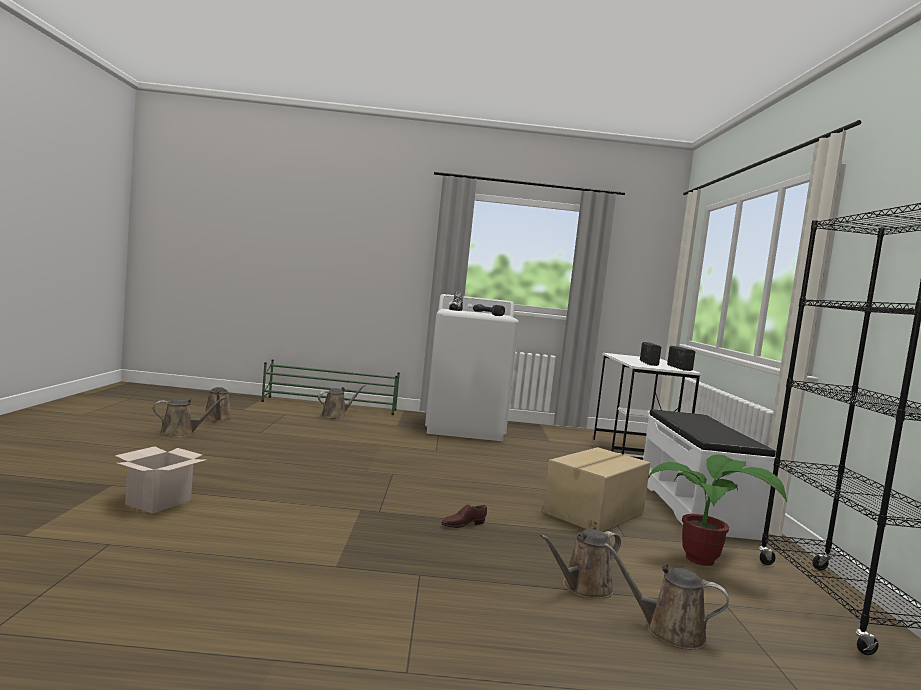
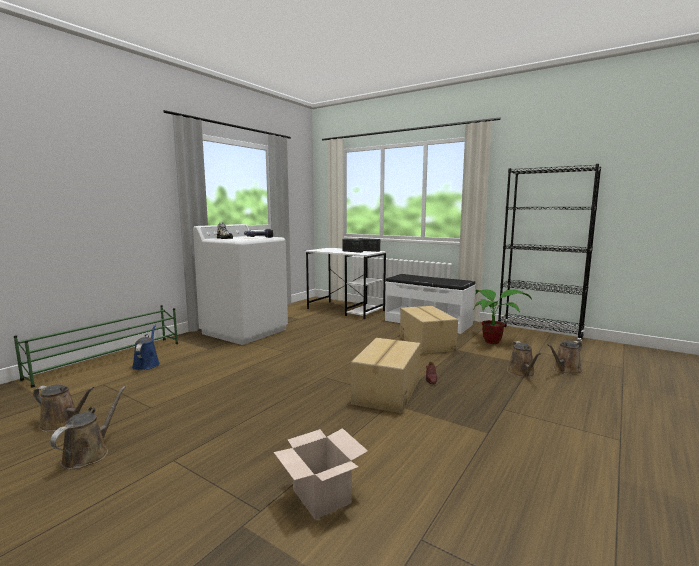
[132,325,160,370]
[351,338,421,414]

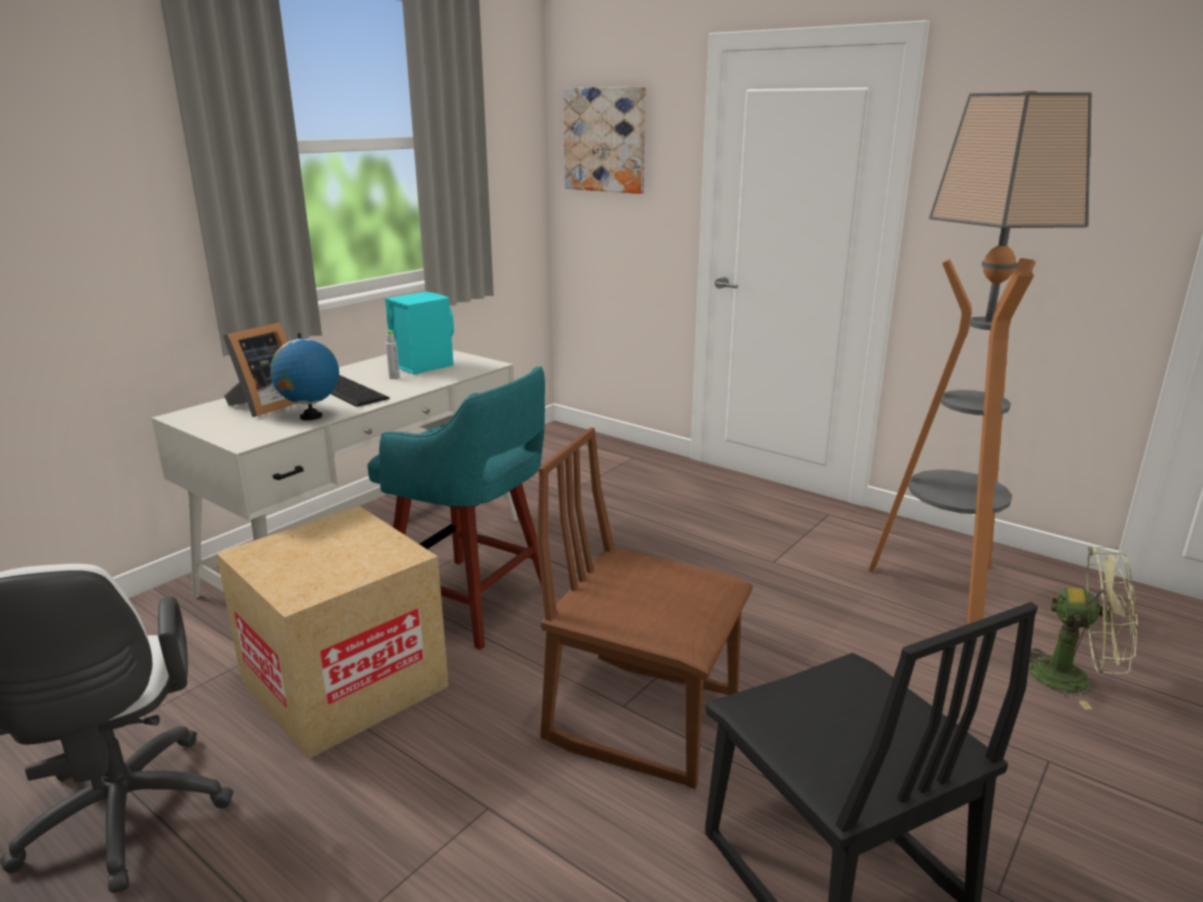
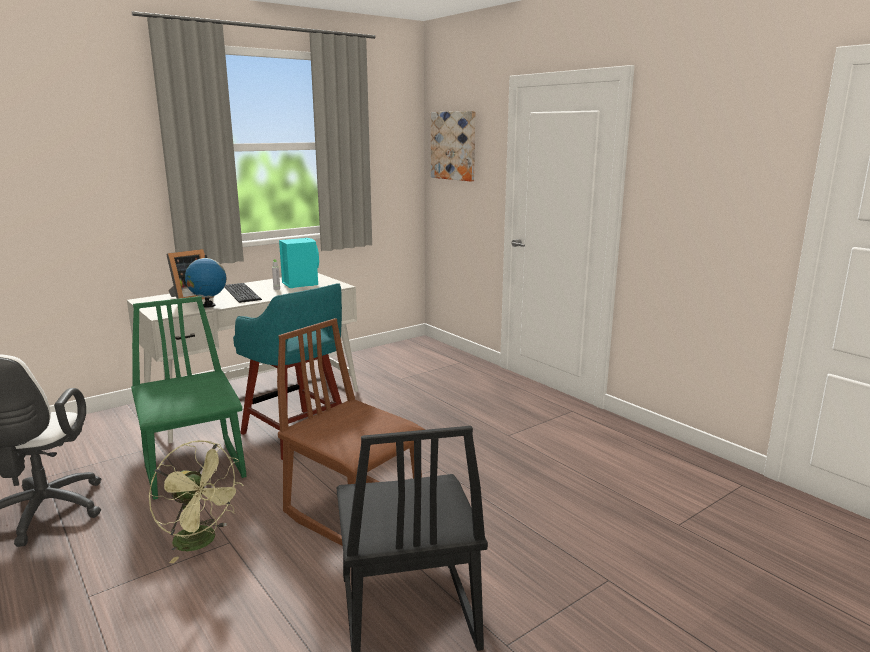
[868,91,1092,624] (first image)
[131,296,247,500]
[148,440,244,563]

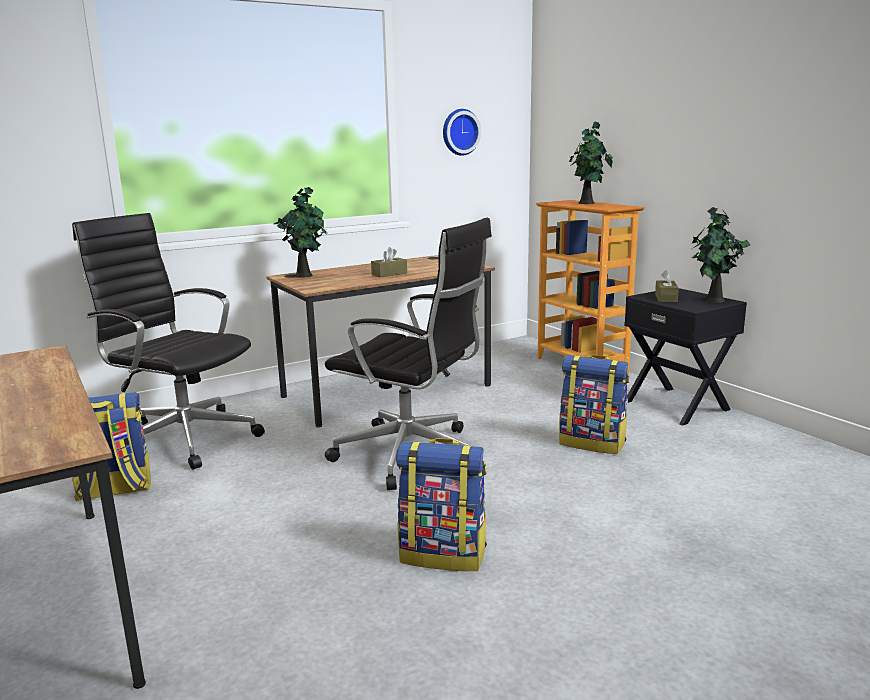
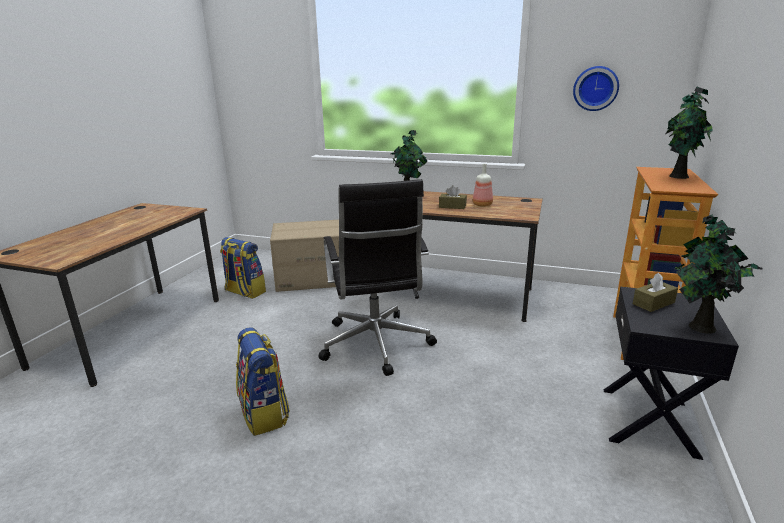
[270,220,339,292]
[559,355,629,454] (first image)
[473,164,493,207]

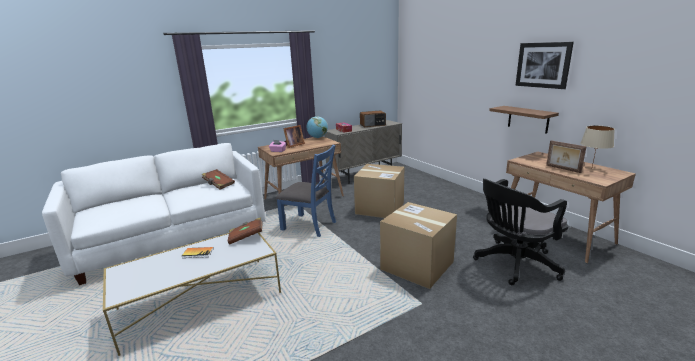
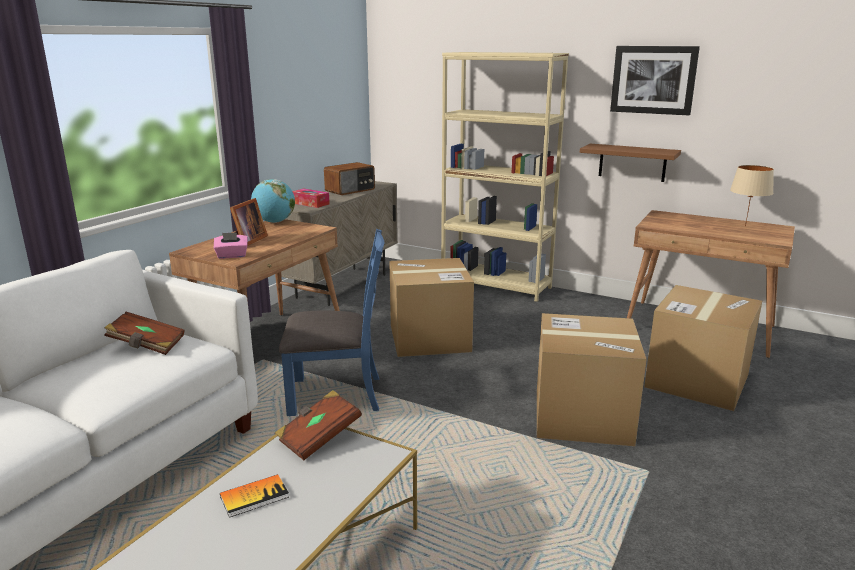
[546,140,587,173] (first image)
[644,285,762,411]
[441,52,569,302]

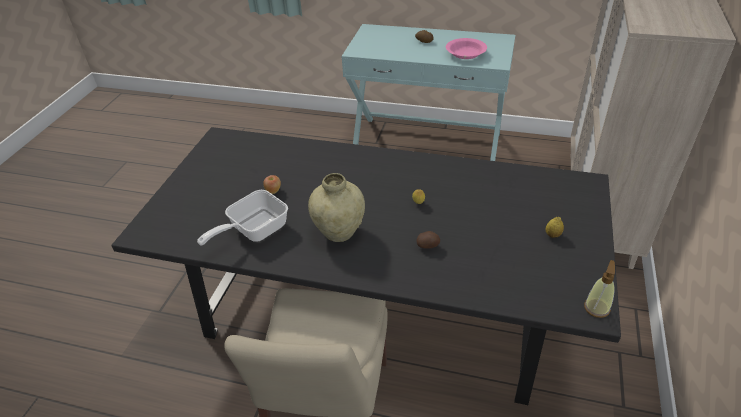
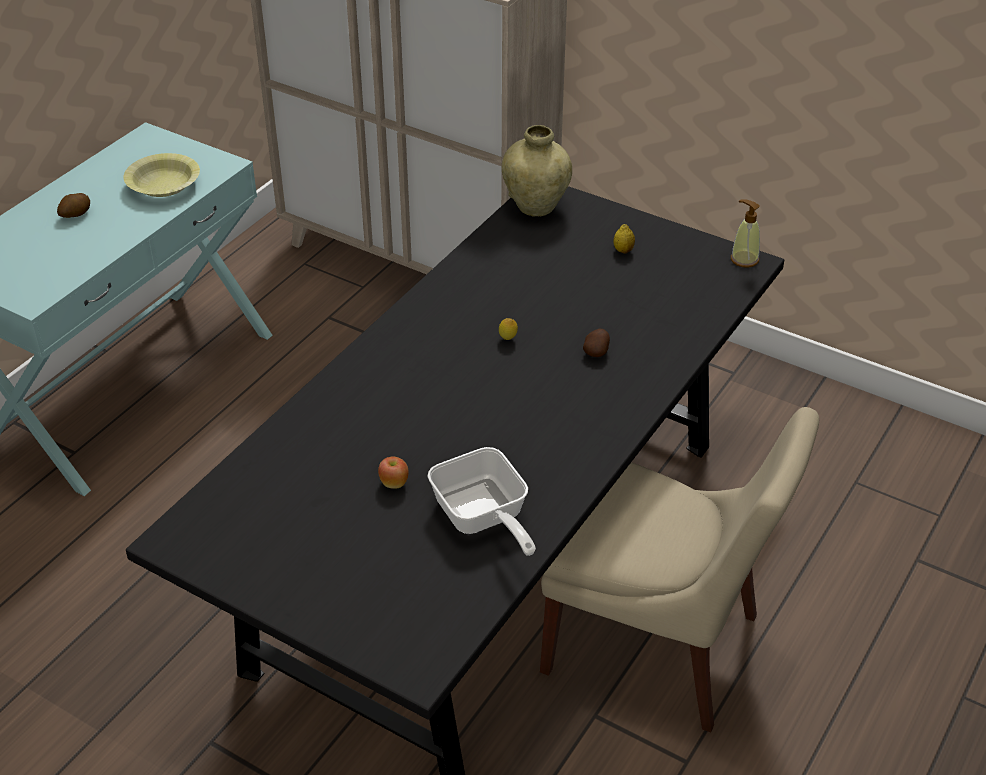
[123,153,200,197]
[502,125,572,217]

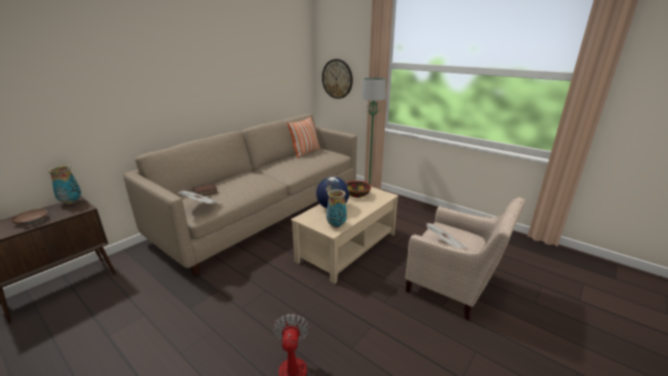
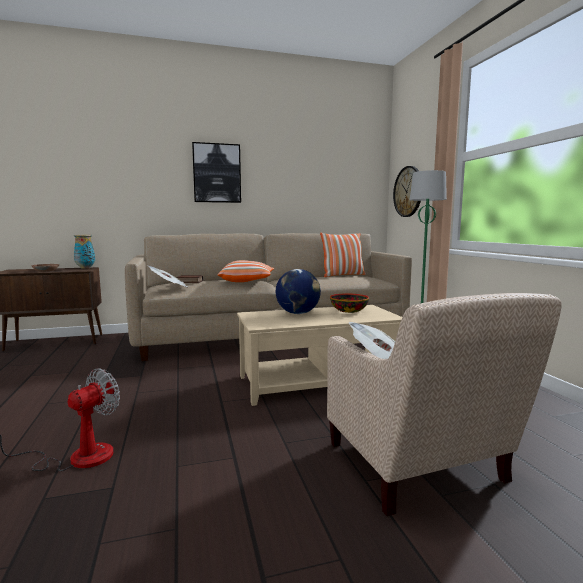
[326,189,347,228] (first image)
[192,142,241,203]
[218,260,274,282]

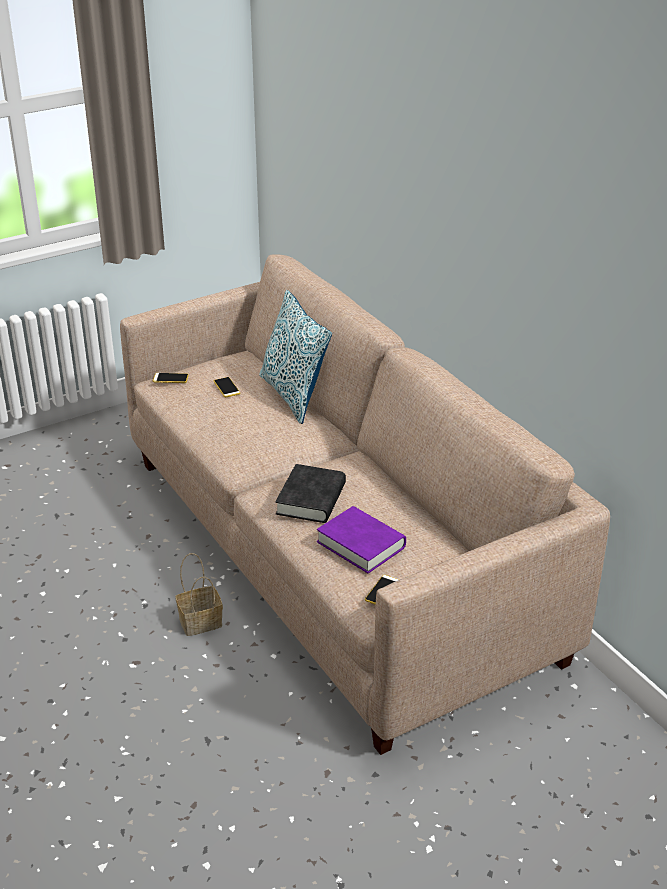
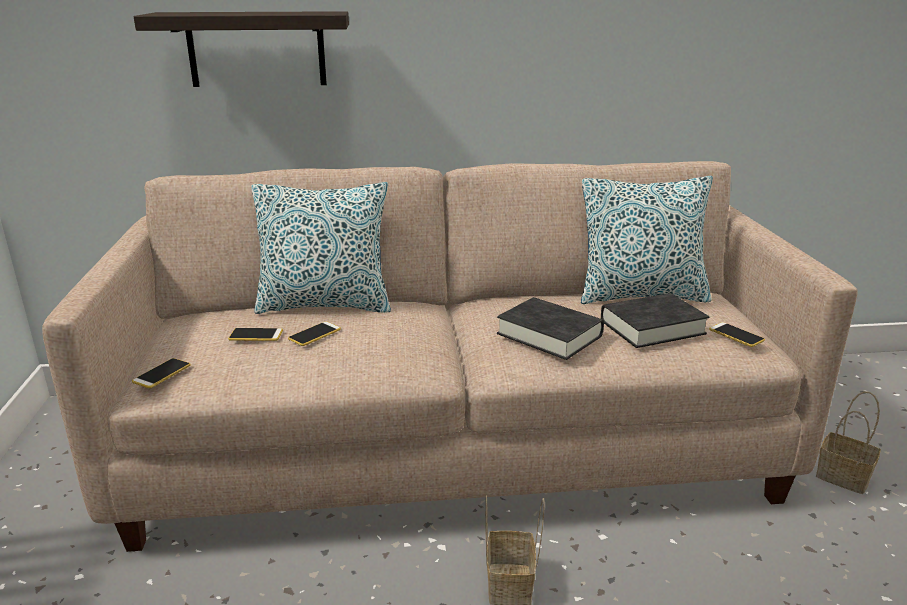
[601,293,709,348]
[134,11,349,87]
[581,176,713,304]
[288,321,341,346]
[816,391,881,494]

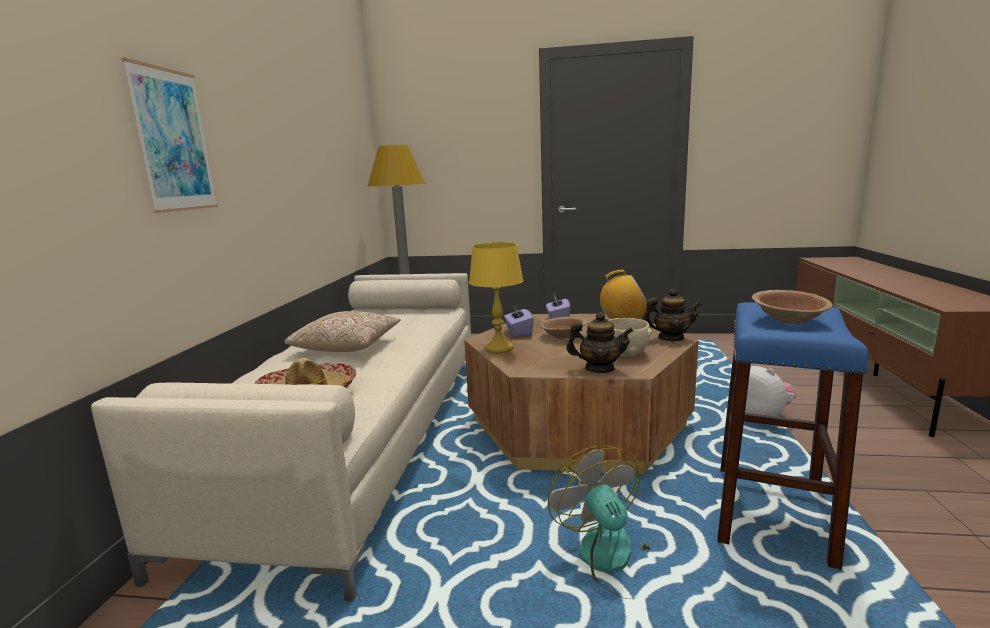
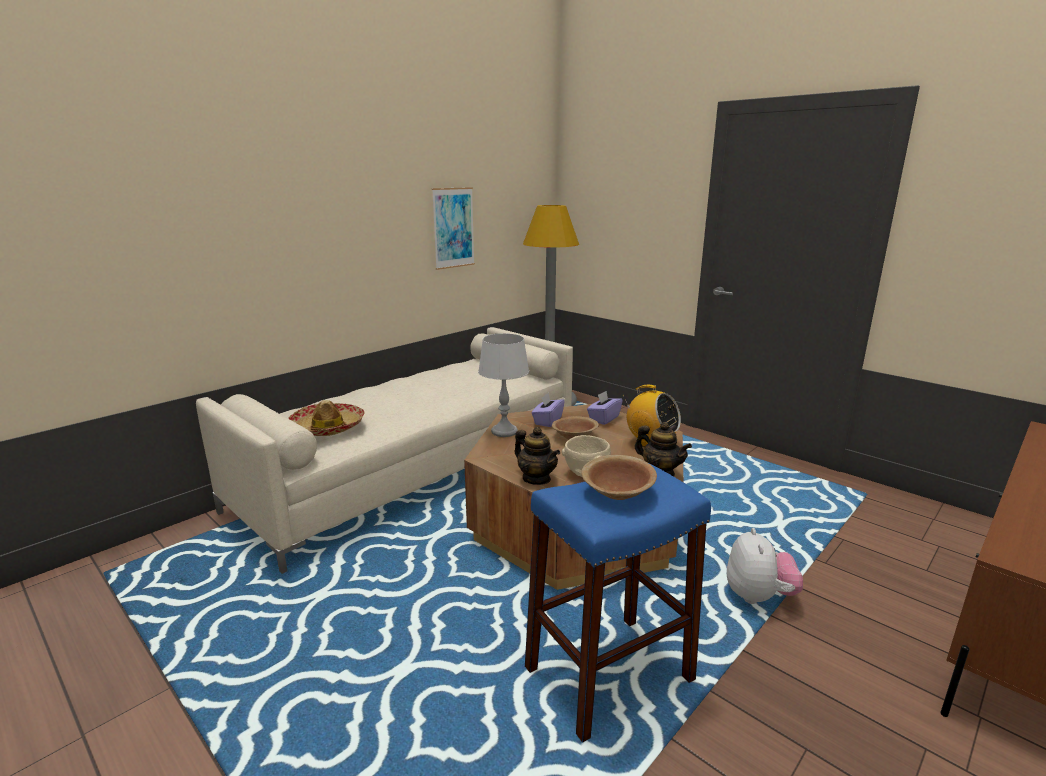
[432,187,475,270]
[478,333,529,437]
[284,311,401,352] (first image)
[548,445,651,599] (first image)

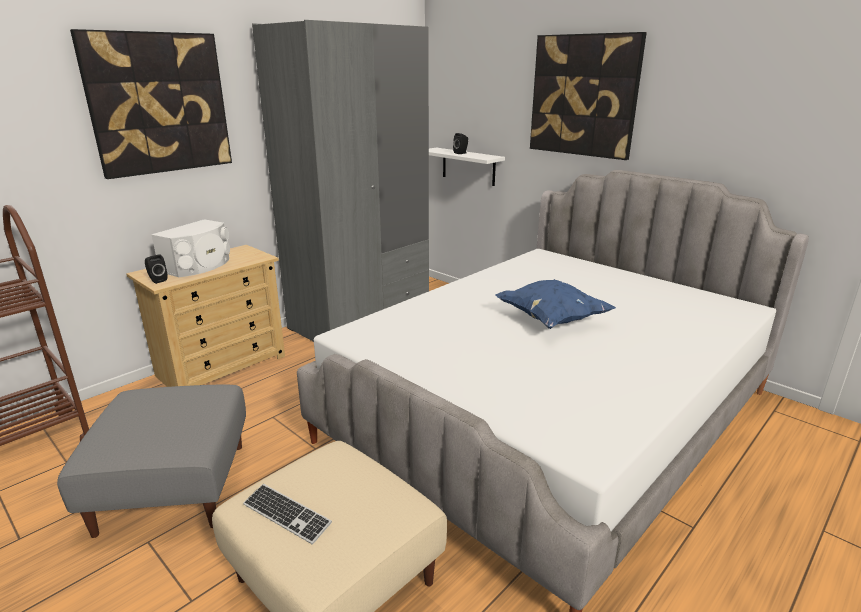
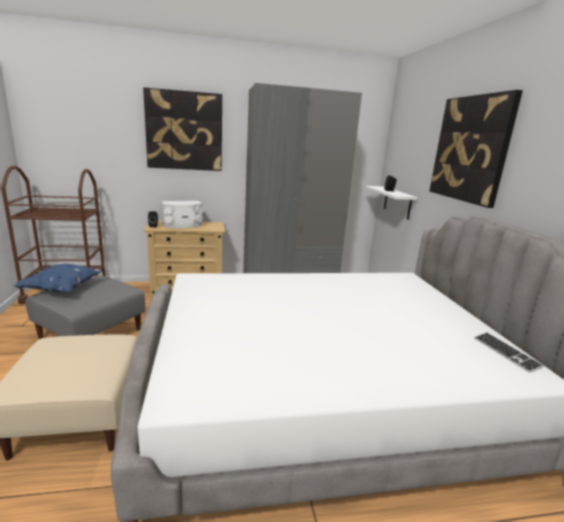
[13,264,103,293]
[474,333,544,373]

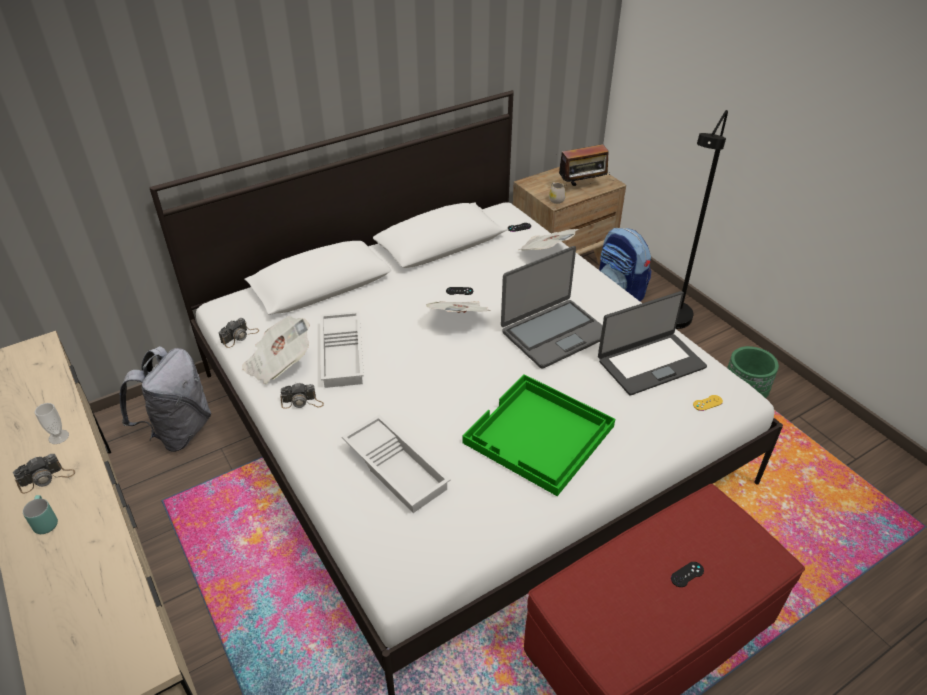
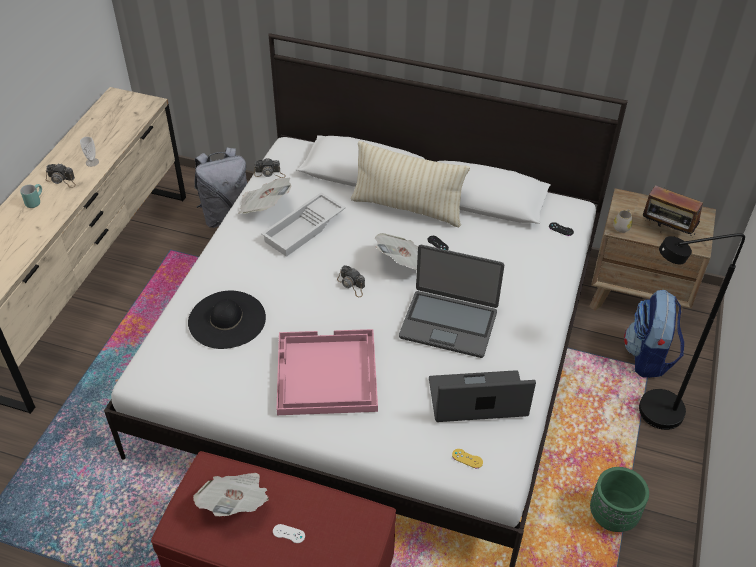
[193,473,269,516]
[429,370,536,422]
[276,329,378,415]
[337,265,365,297]
[188,291,266,349]
[273,524,305,543]
[351,141,470,227]

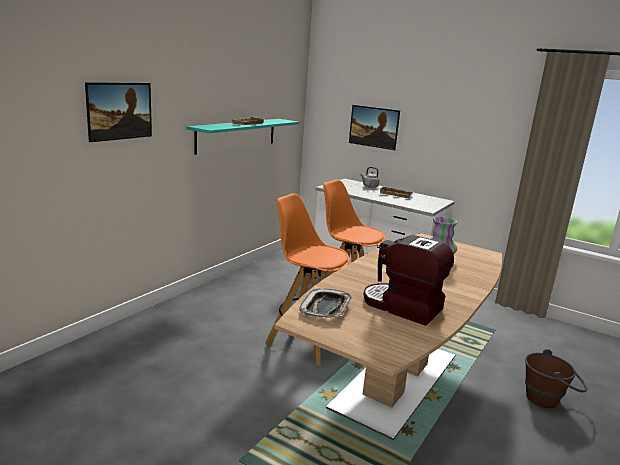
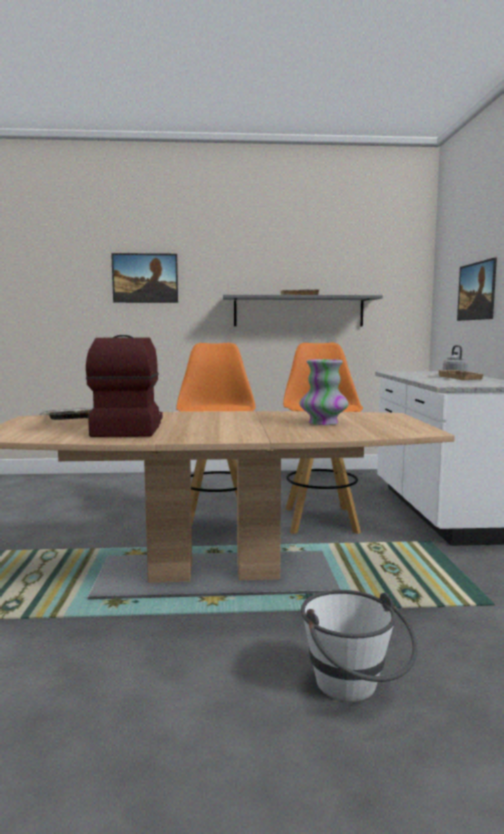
[223,295,383,326]
[301,590,417,702]

